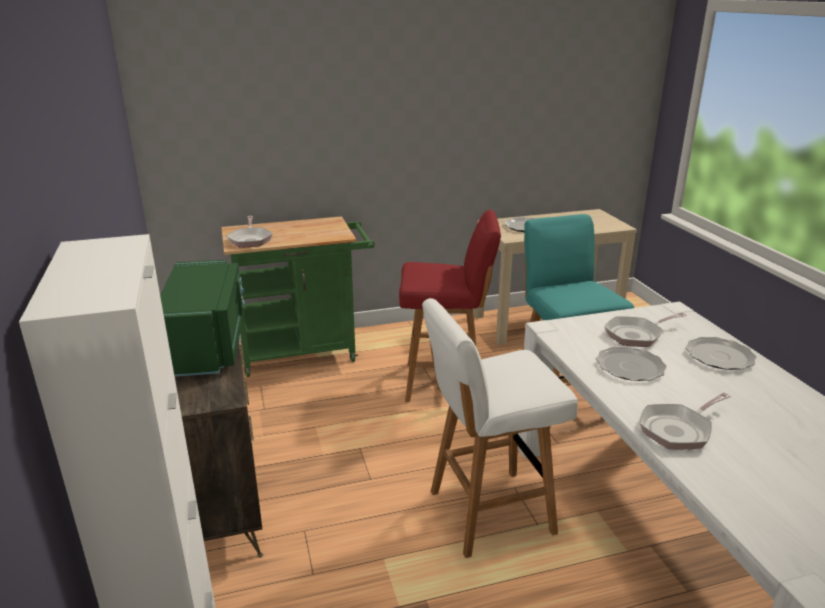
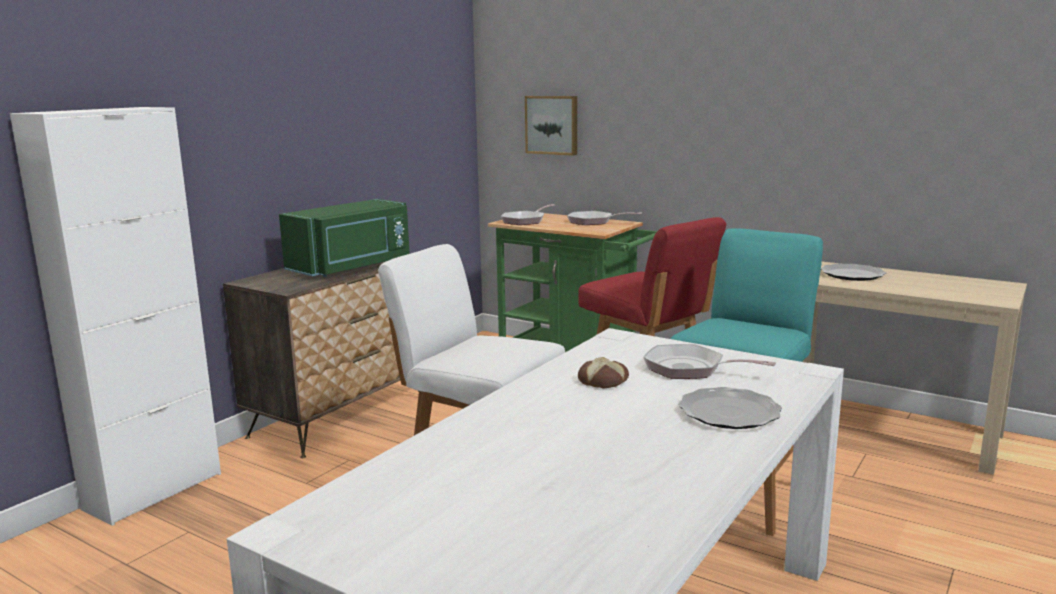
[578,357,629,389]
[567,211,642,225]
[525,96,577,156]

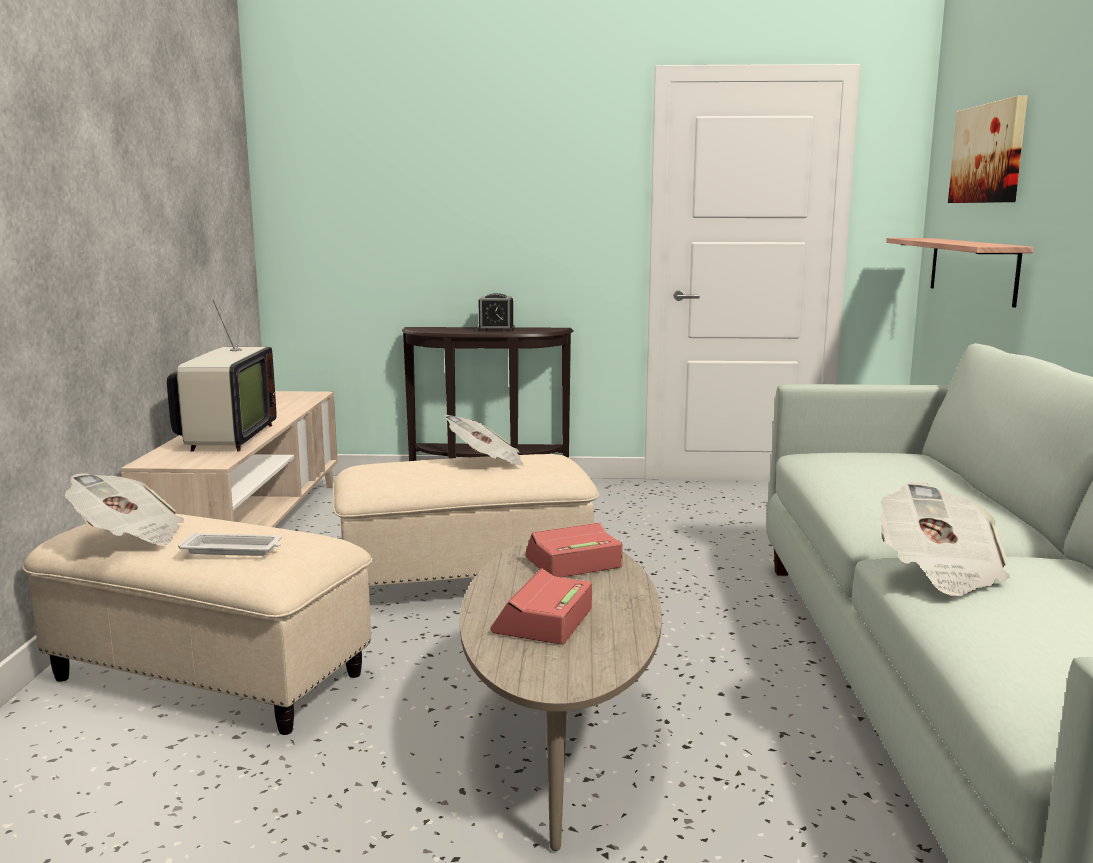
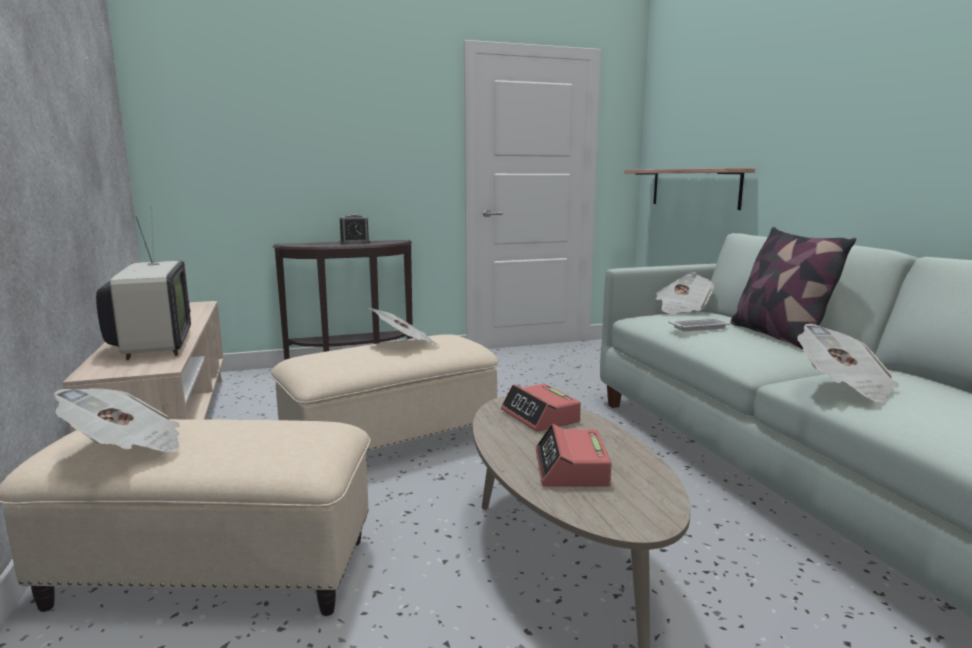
[948,96,1027,203] (first image)
[501,384,581,432]
[668,318,731,331]
[731,227,856,349]
[656,272,714,313]

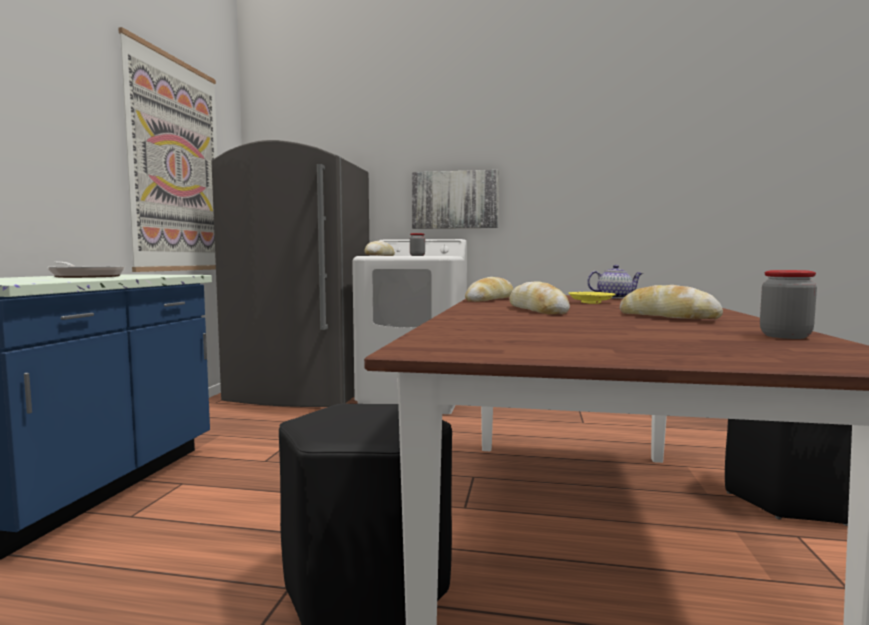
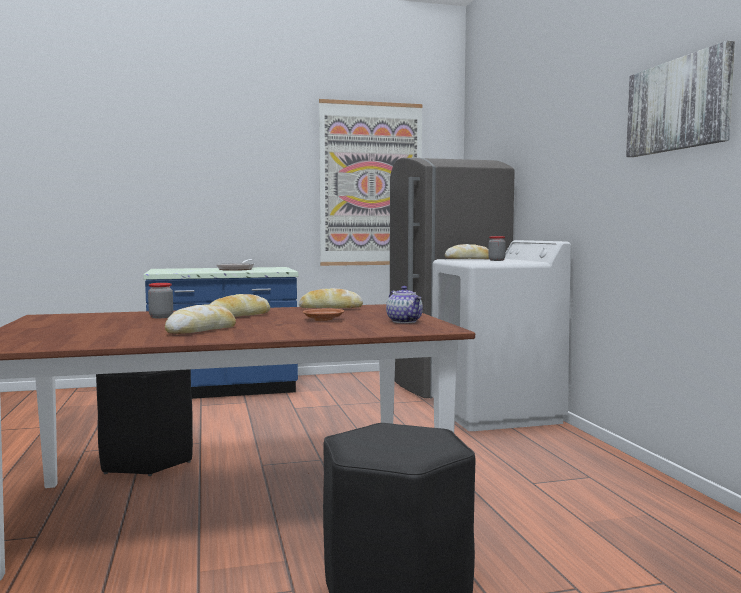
[626,41,735,157]
[148,283,173,318]
[303,308,344,321]

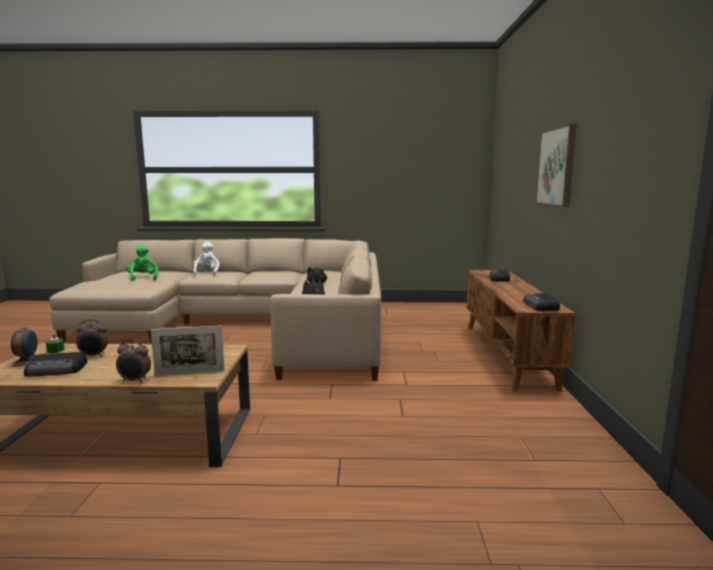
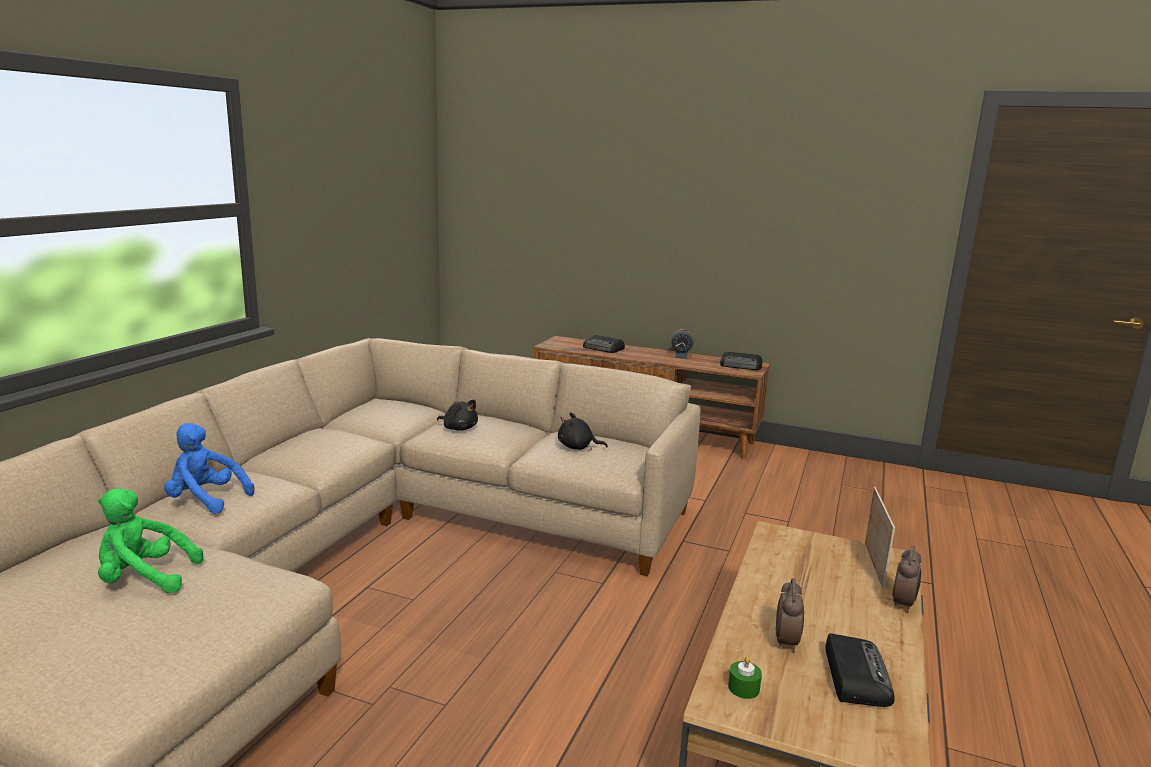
[536,124,576,207] (first image)
[164,423,254,514]
[671,329,694,359]

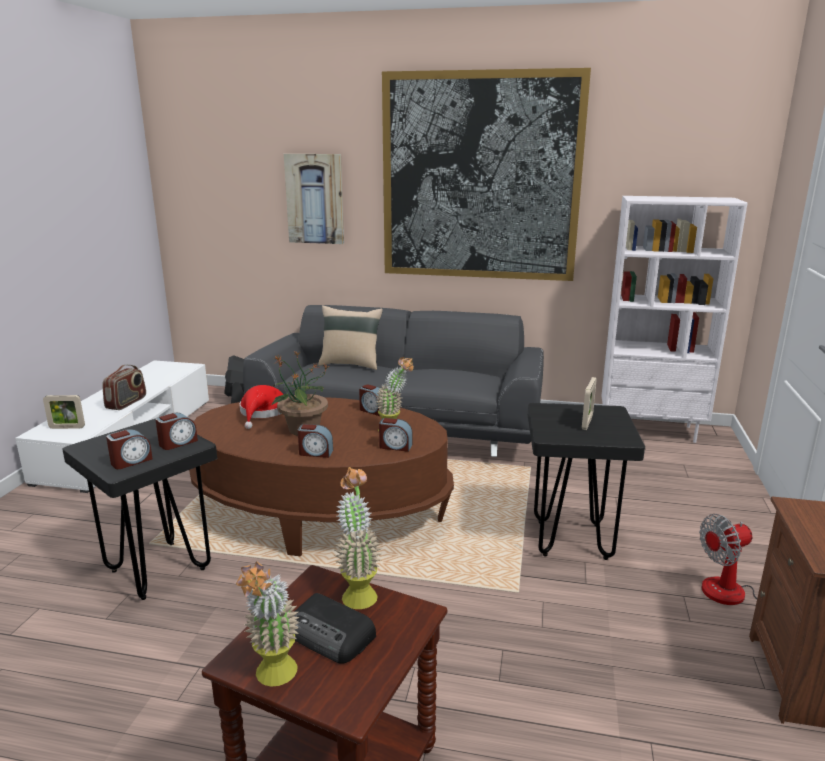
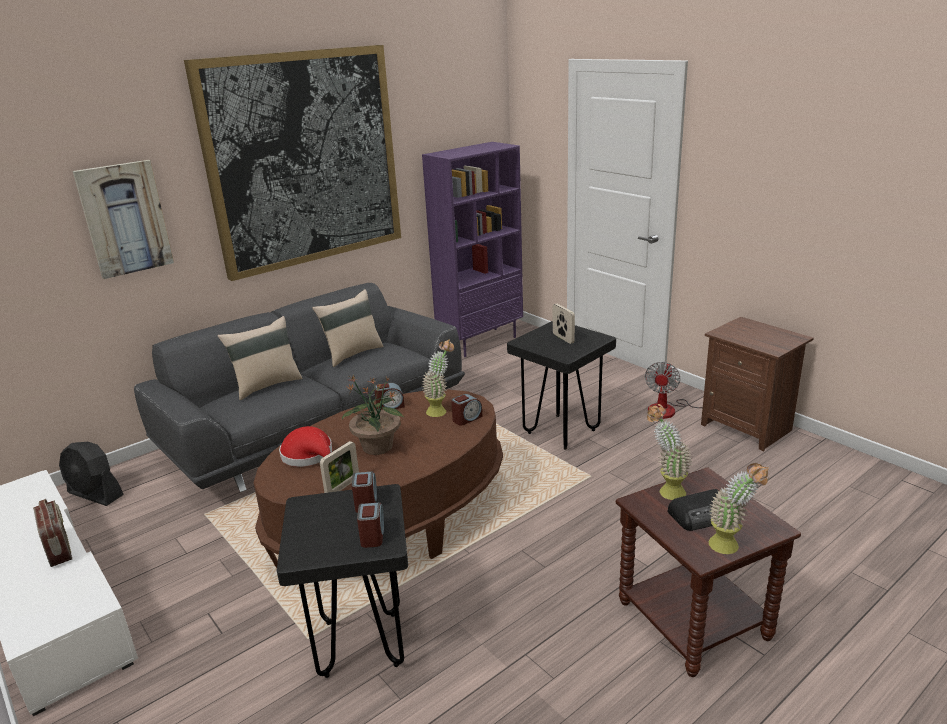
[422,142,523,357]
[320,441,359,493]
[298,424,333,458] (first image)
[312,289,384,367]

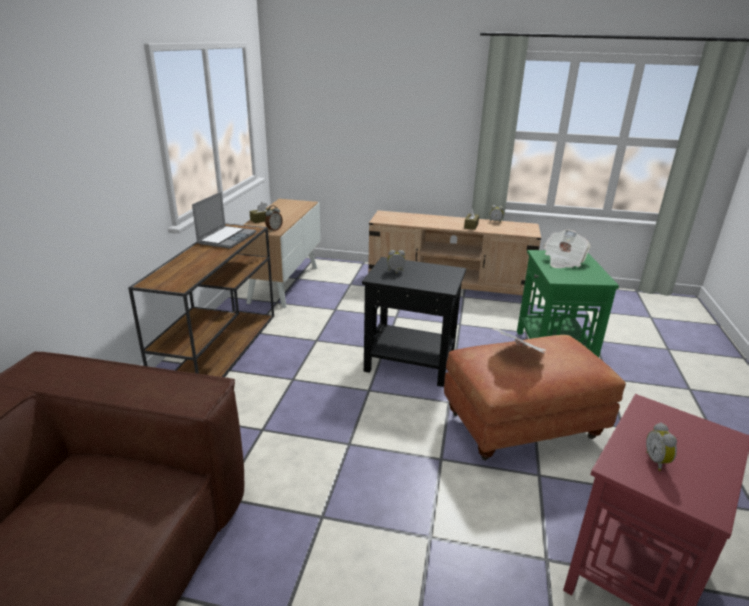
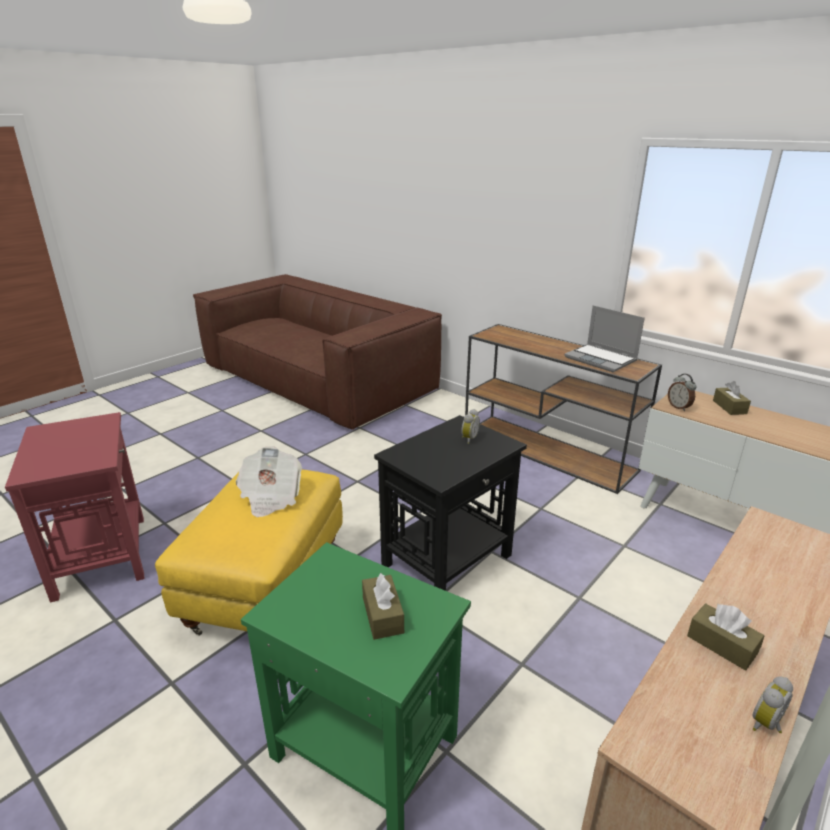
[362,573,404,640]
[155,469,343,636]
[646,422,677,471] (first image)

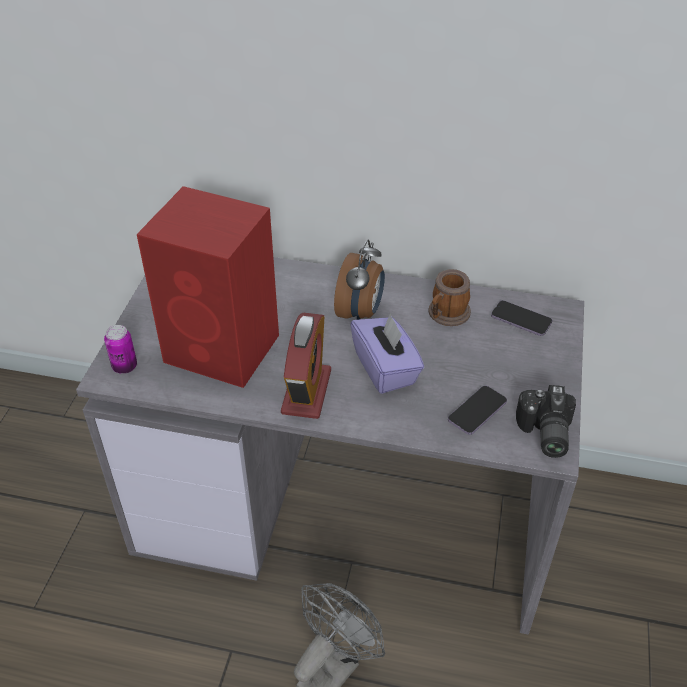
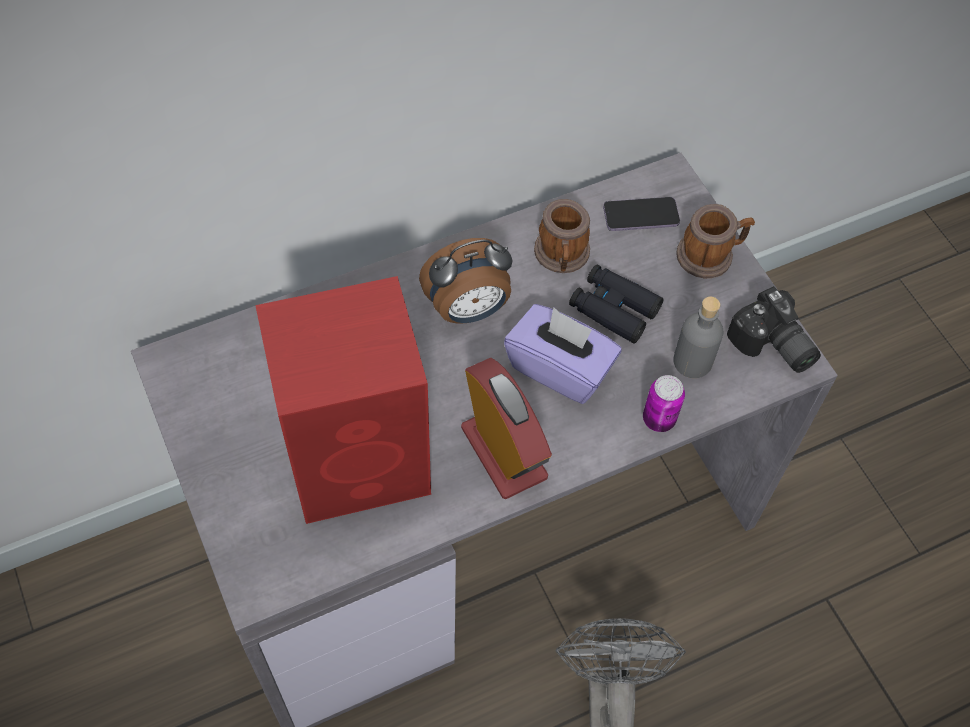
[419,238,512,324]
[643,375,685,432]
[673,296,723,378]
[676,204,755,278]
[569,264,664,344]

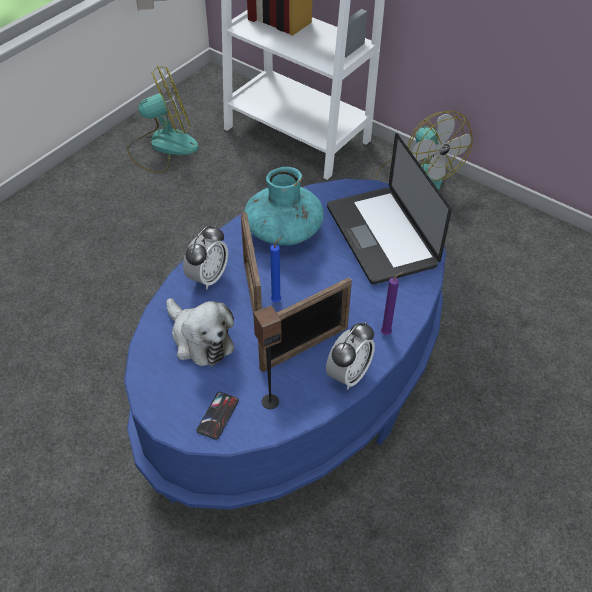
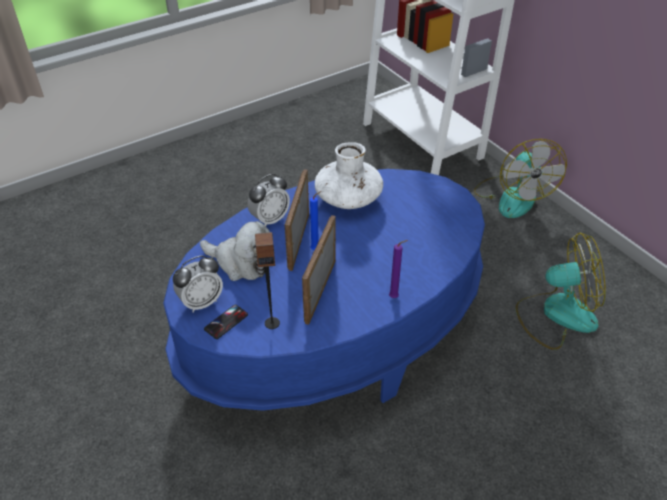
[516,233,606,350]
[327,133,452,285] (first image)
[315,142,383,209]
[302,215,336,325]
[200,221,270,281]
[173,256,223,313]

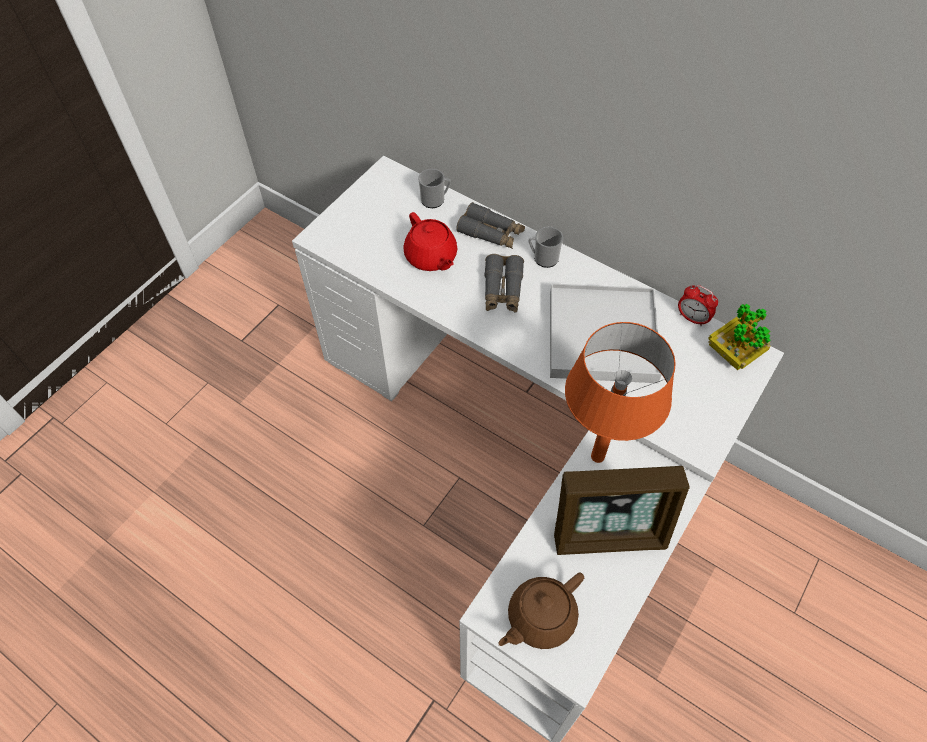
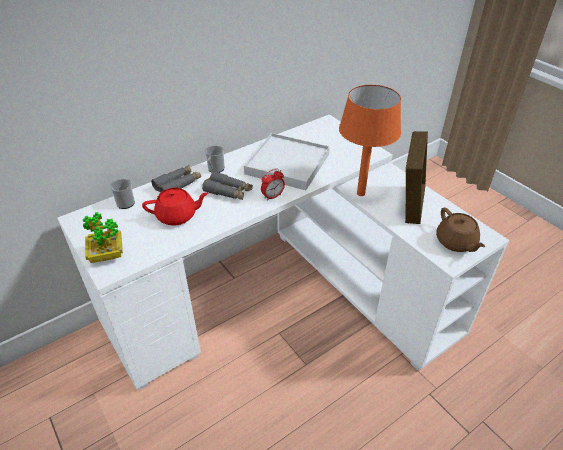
[261,168,285,201]
[83,212,123,263]

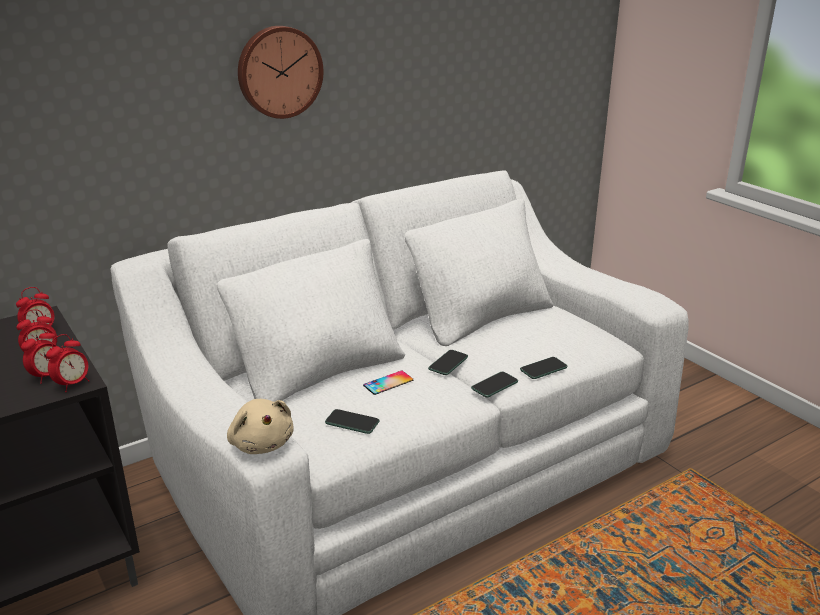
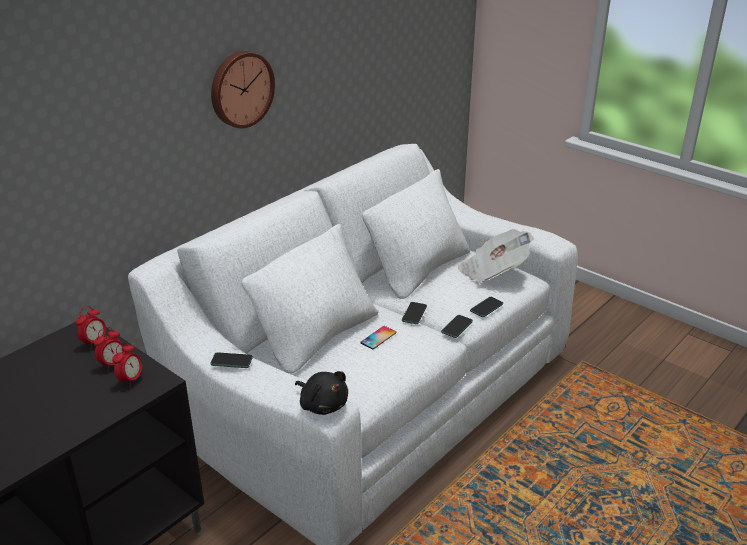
[46,334,89,392] (first image)
[295,371,348,415]
[210,352,253,368]
[458,229,534,284]

